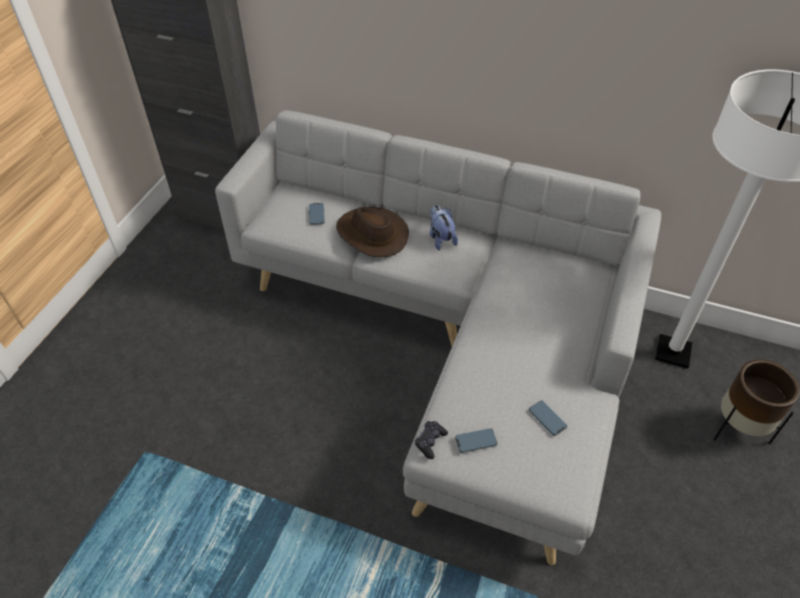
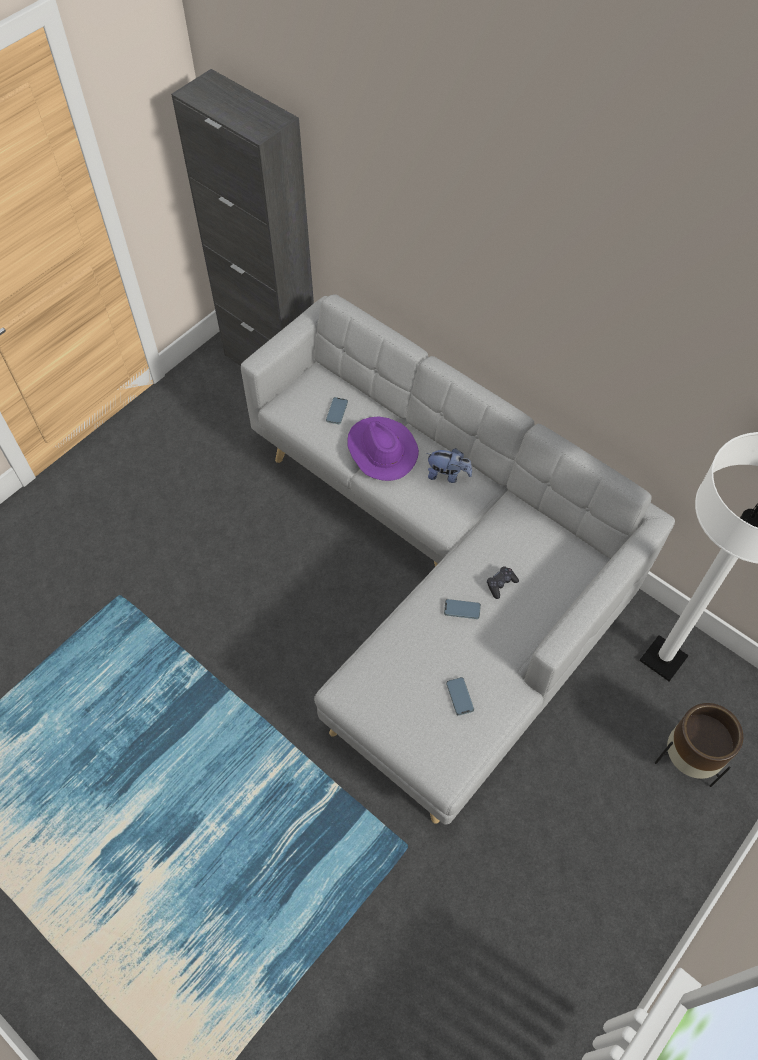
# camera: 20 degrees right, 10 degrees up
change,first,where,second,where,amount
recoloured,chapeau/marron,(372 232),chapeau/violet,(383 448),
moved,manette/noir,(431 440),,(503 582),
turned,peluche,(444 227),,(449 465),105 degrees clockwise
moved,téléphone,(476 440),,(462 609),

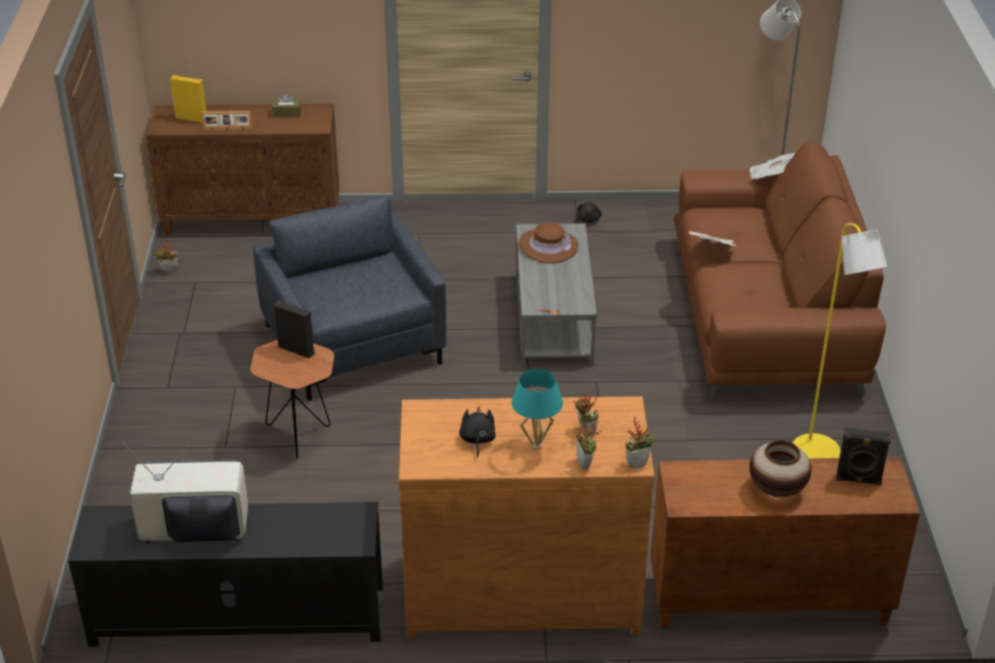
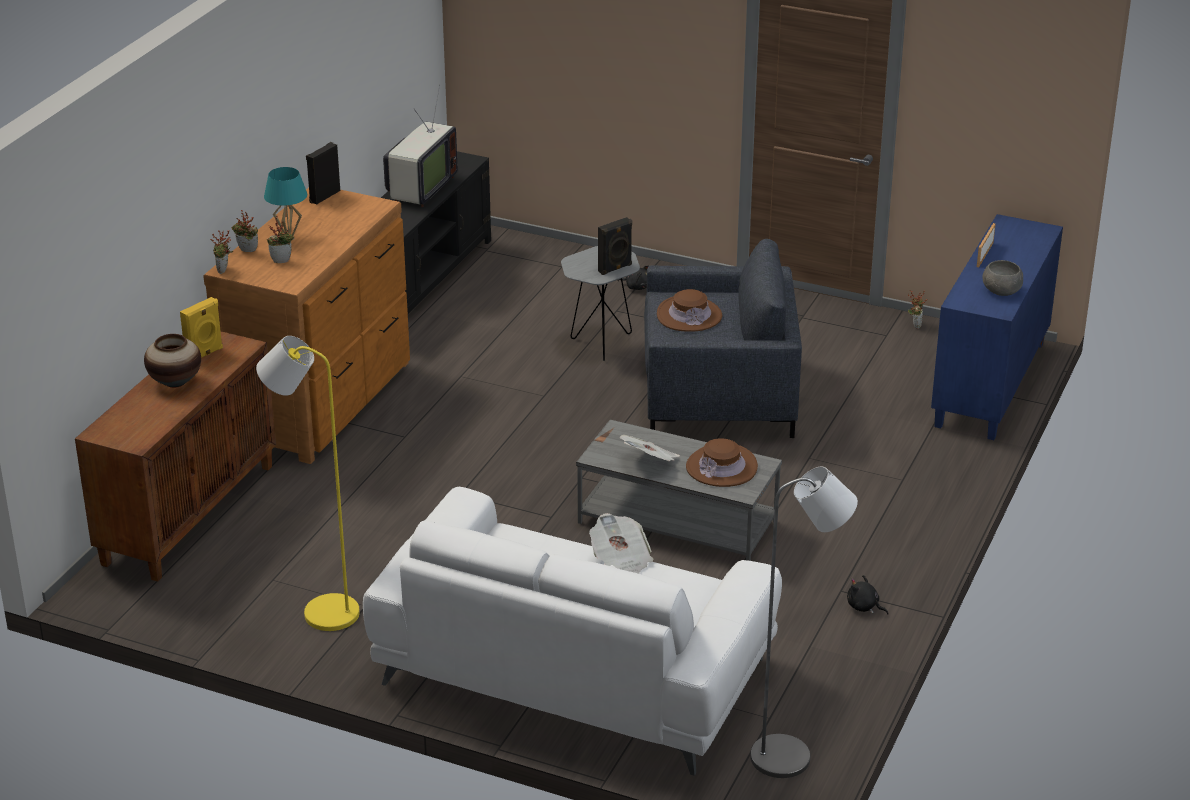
# camera: 115 degrees right, 5 degrees down
change,first,where,second,where,amount
recoloured,meuble de rangement/marron,(242 170),meuble de rangement/bleu,(997 327),
moved,enceinte/jaune,(188 99),,(201 327),
recoloured,table d'appoint/marron,(292 399),table d'appoint/gris,(600 303),
replaced,boîte à mouchoirs/marron,(286 105),bol/gris,(1002 278),
moved,peluche/noir,(477 431),,(633 277),
recoloured,canapé/marron,(780 270),canapé/blanc,(572 631),
moved,journal,(772 166),,(649 448),
moved,enceinte/noir,(863 456),,(323 173),
added,,,chapeau/marron,(689 310),

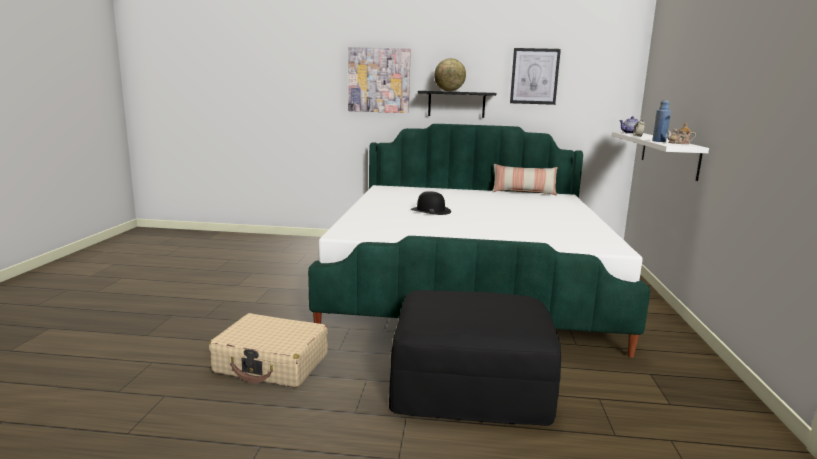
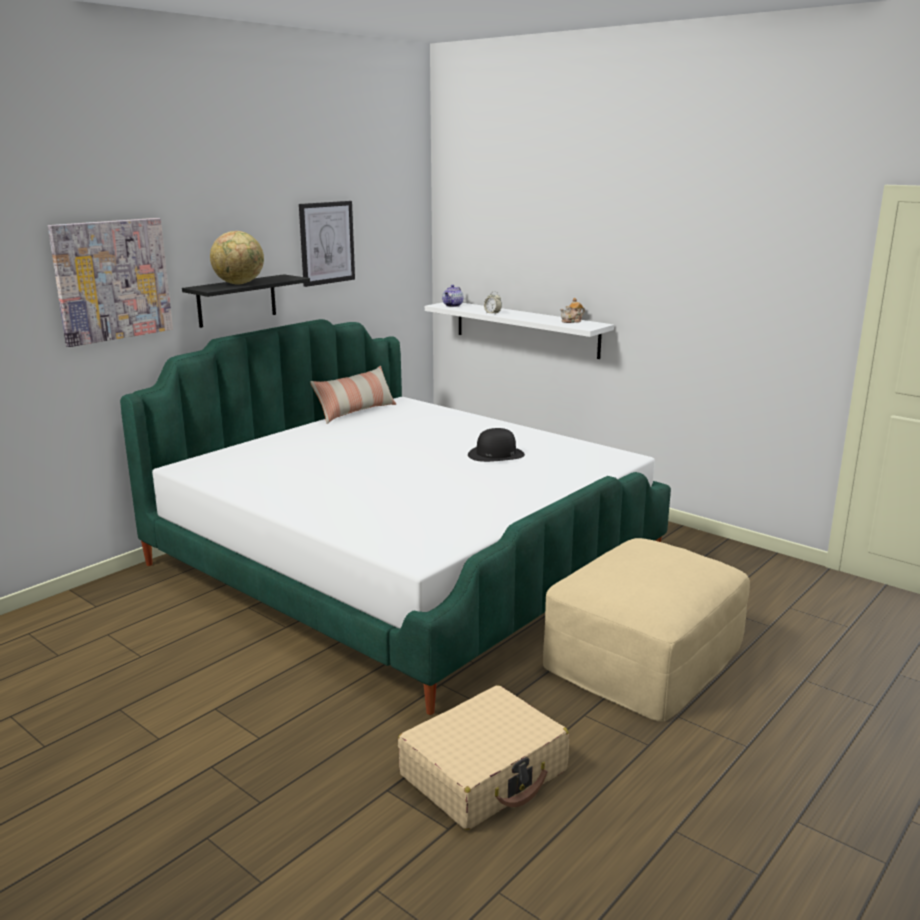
# camera: 55 degrees left, 5 degrees up
change,first,where,second,where,amount
recoloured,pouf/noir,(475 358),pouf/beige,(646 630),
moved,chapeau/noir,(431 203),,(496 445),
removed,bouteille/bleu,(661 121),,,

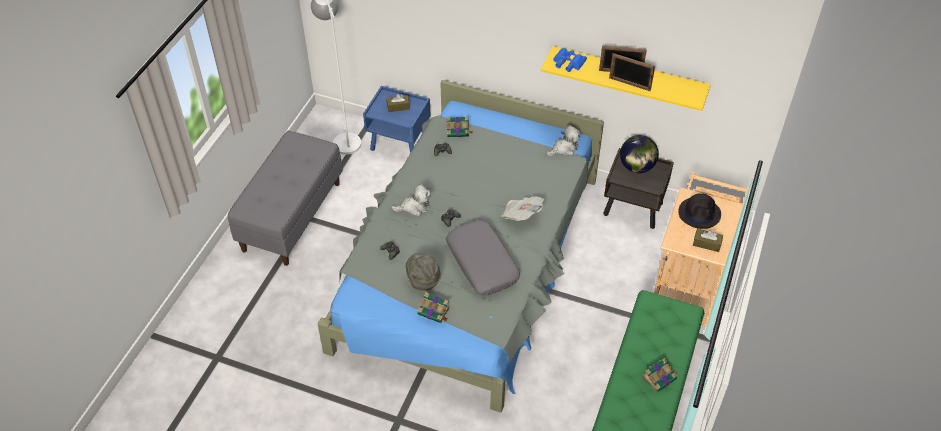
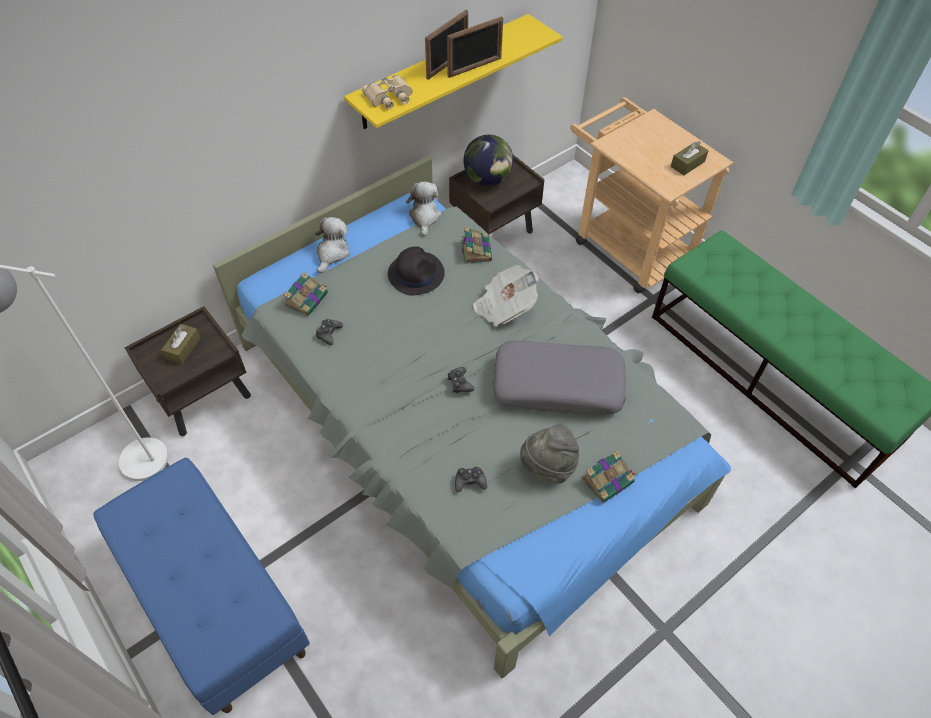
# camera: 60 degrees left, 5 degrees up
change,first,where,second,where,amount
recoloured,banc/gris,(285 198),banc/bleu,(201 586),
recoloured,table de chevet/bleu,(397 119),table de chevet/marron,(188 371),
moved,peluche,(411 200),,(332 245),
recoloured,jumelles/bleu,(570 60),jumelles/beige,(387 92),
moved,livre,(659 375),,(476 245),
moved,chapeau/noir,(699 211),,(416 270),

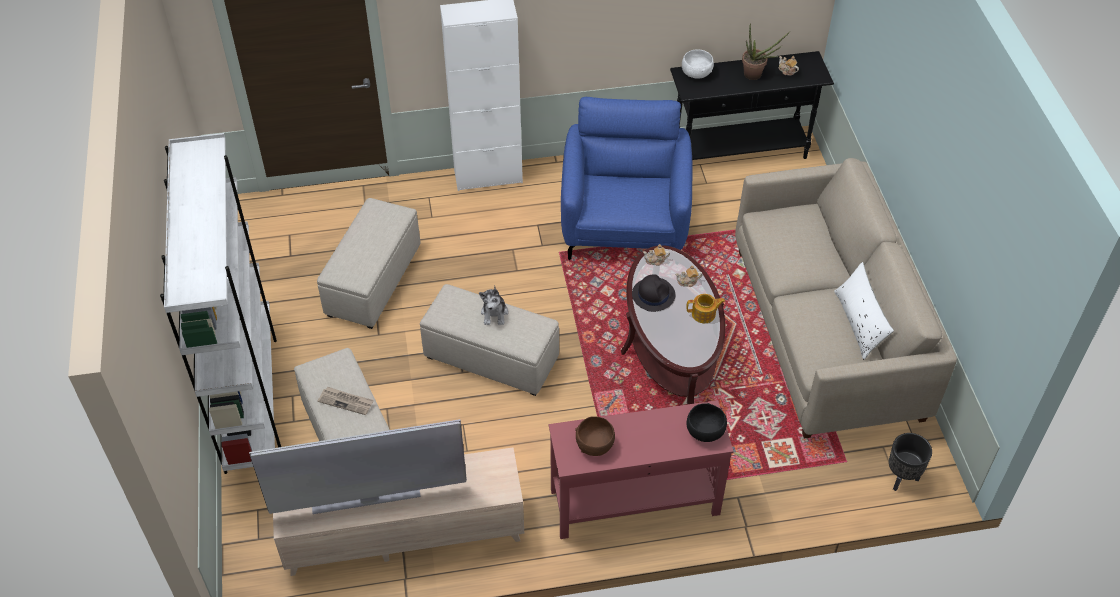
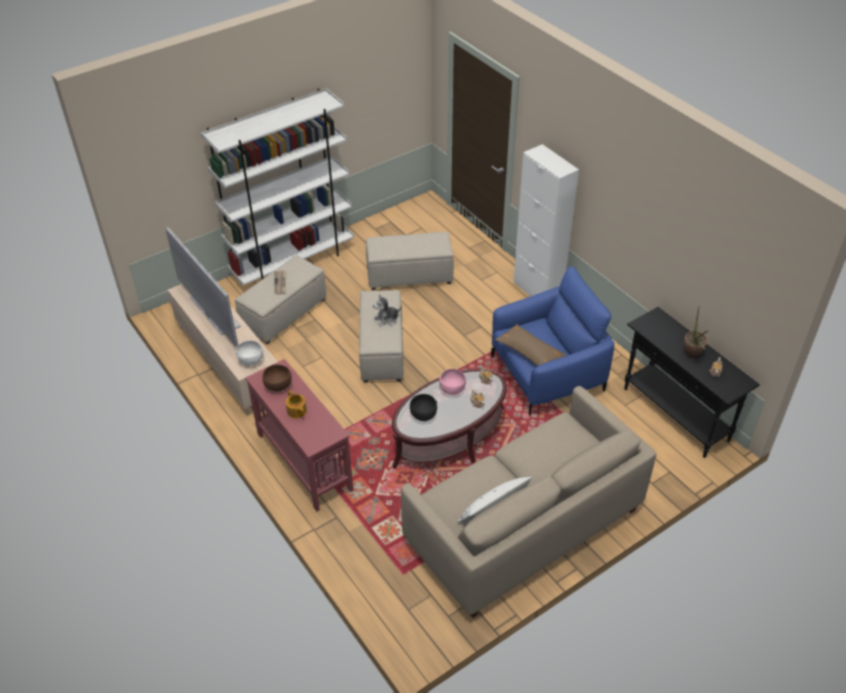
# camera: 65 degrees right, 5 degrees down
change,first,where,second,where,amount
replaced,chapeau/noir,(653 293),bol/rose,(452 382),
moved,bol/blanc,(698 64),,(249 353),
moved,théière,(705 308),,(296 404),
moved,bol/noir,(706 422),,(423 407),
removed,cache-pot/noir,(910 462),,,
added,,,coussin/marron,(531 345),

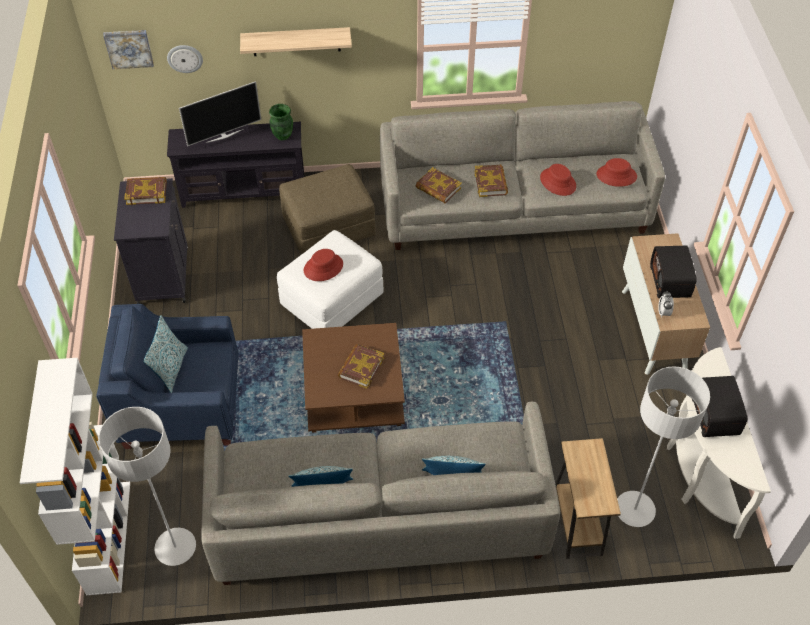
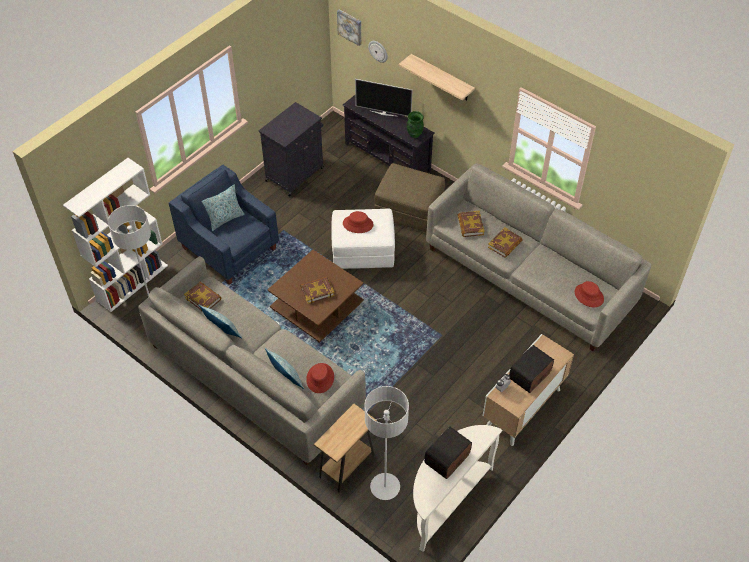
# camera: 45 degrees right, 0 degrees up
change,first,where,second,where,amount
moved,livre,(145 191),,(202 297),
moved,chapeau/rouge,(558 180),,(320 378),

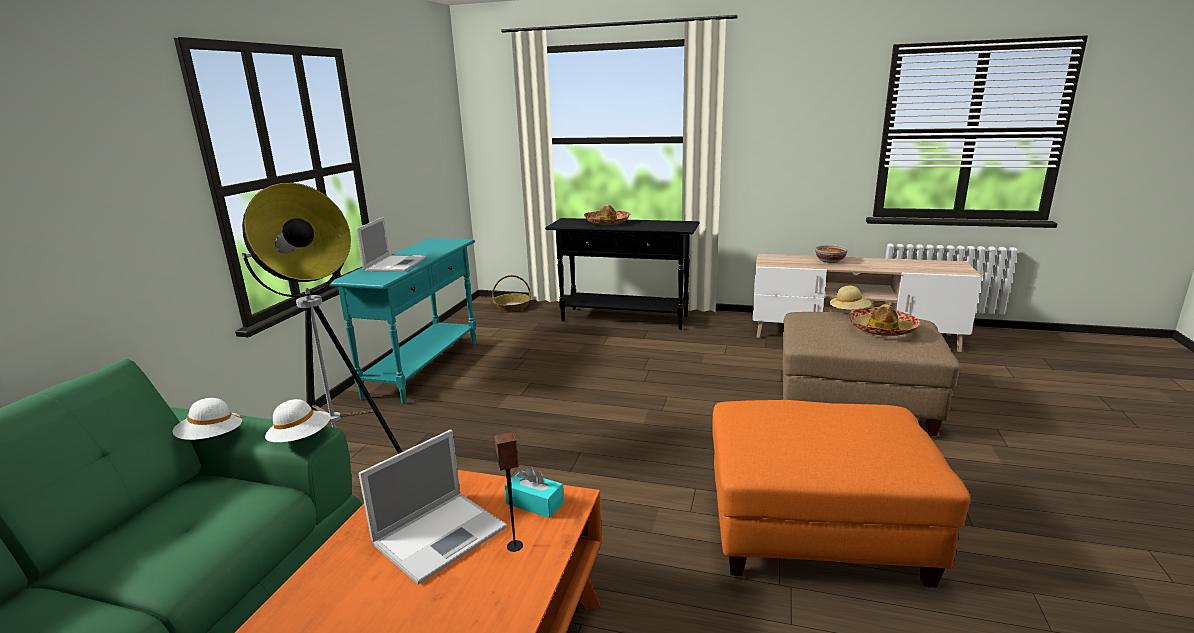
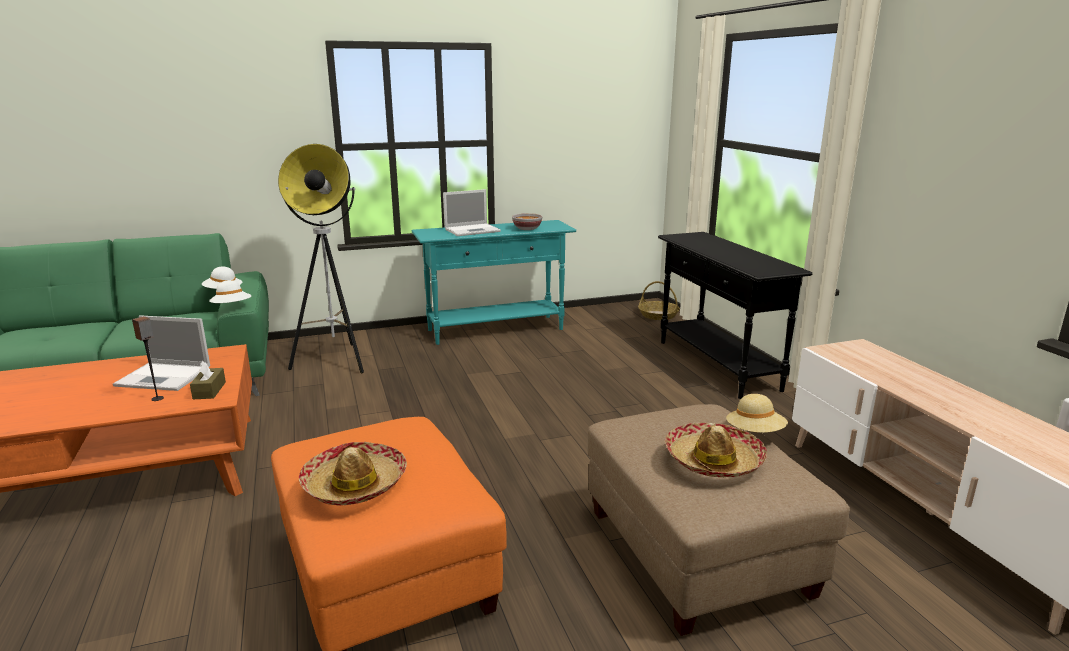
# camera: 55 degrees right, 0 degrees up
change,first,where,second,where,amount
recoloured,boîte à mouchoirs/turquoise,(534 492),boîte à mouchoirs/marron,(208 380),
moved,chapeau,(607 215),,(353 473),
moved,bol,(831 254),,(527 221),

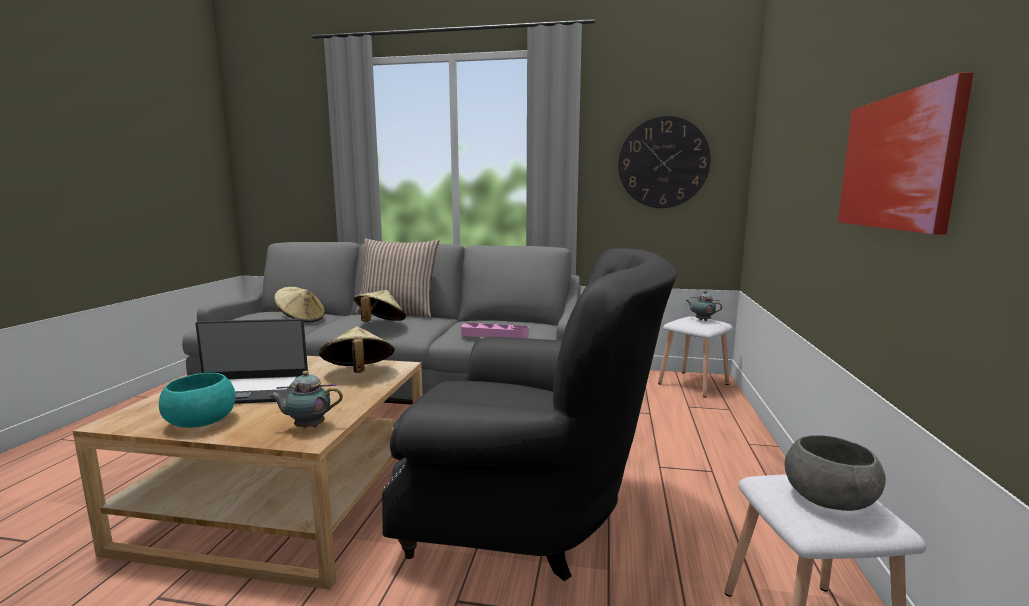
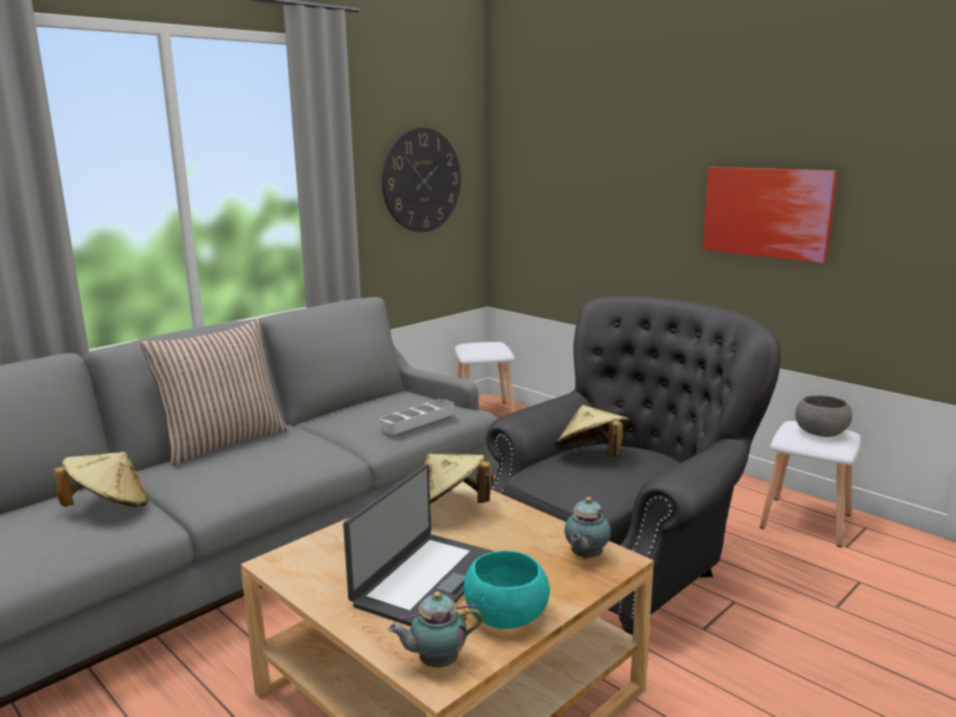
# camera: 55 degrees left, 5 degrees up
change,first,where,second,where,amount
moved,chapeau/beige,(380 306),,(592 431),
recoloured,plateau/rose,(495 330),plateau/gris,(417 416),
moved,théière,(704 306),,(435 629),

